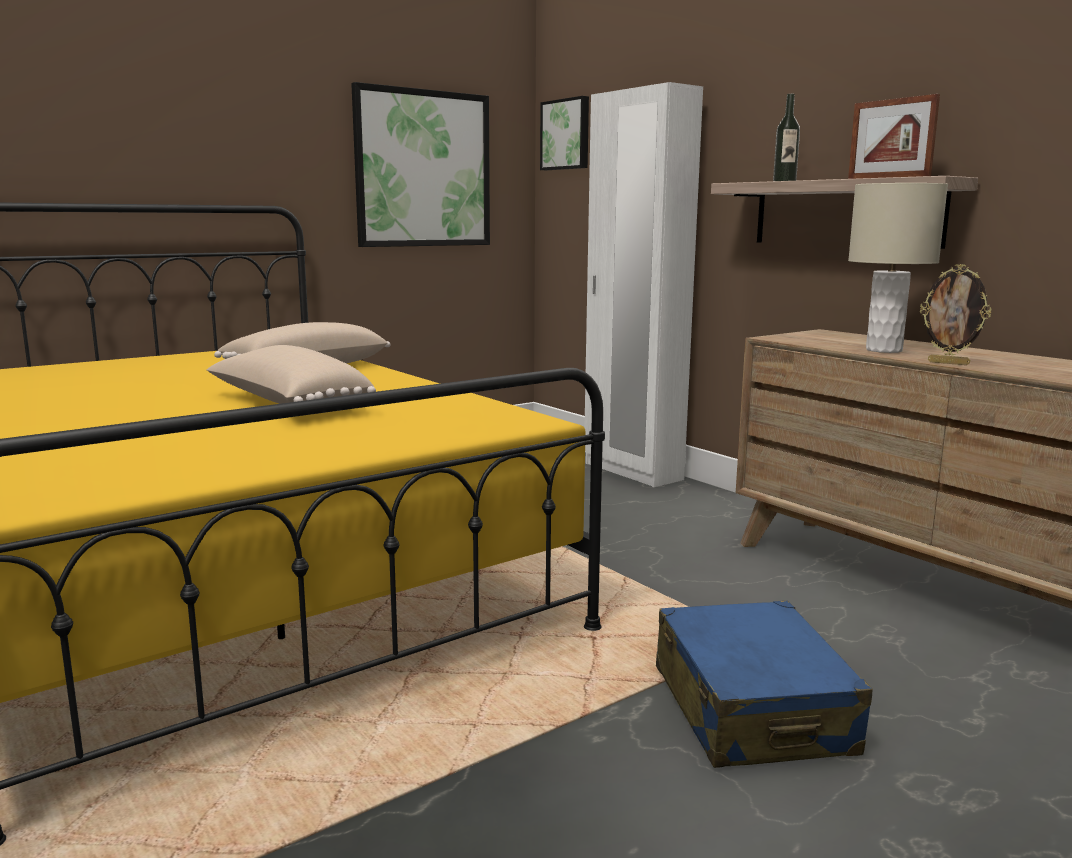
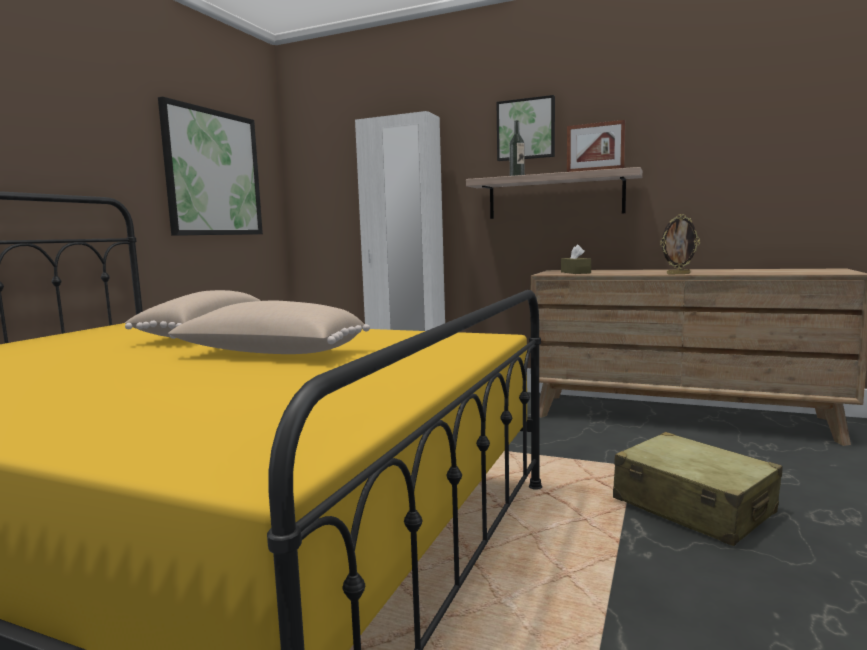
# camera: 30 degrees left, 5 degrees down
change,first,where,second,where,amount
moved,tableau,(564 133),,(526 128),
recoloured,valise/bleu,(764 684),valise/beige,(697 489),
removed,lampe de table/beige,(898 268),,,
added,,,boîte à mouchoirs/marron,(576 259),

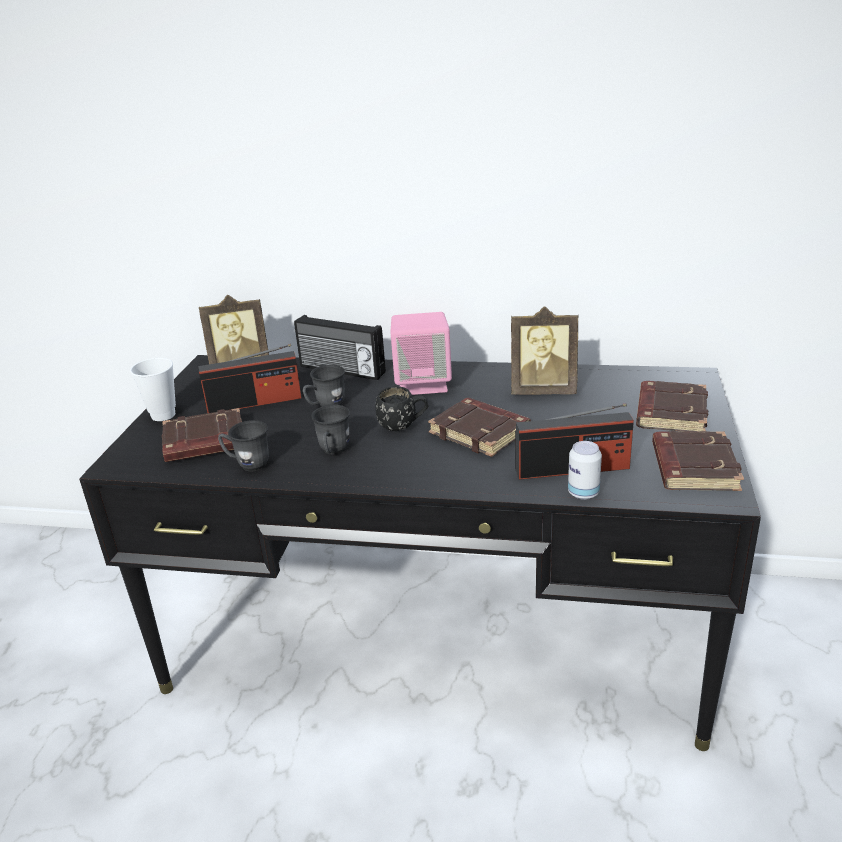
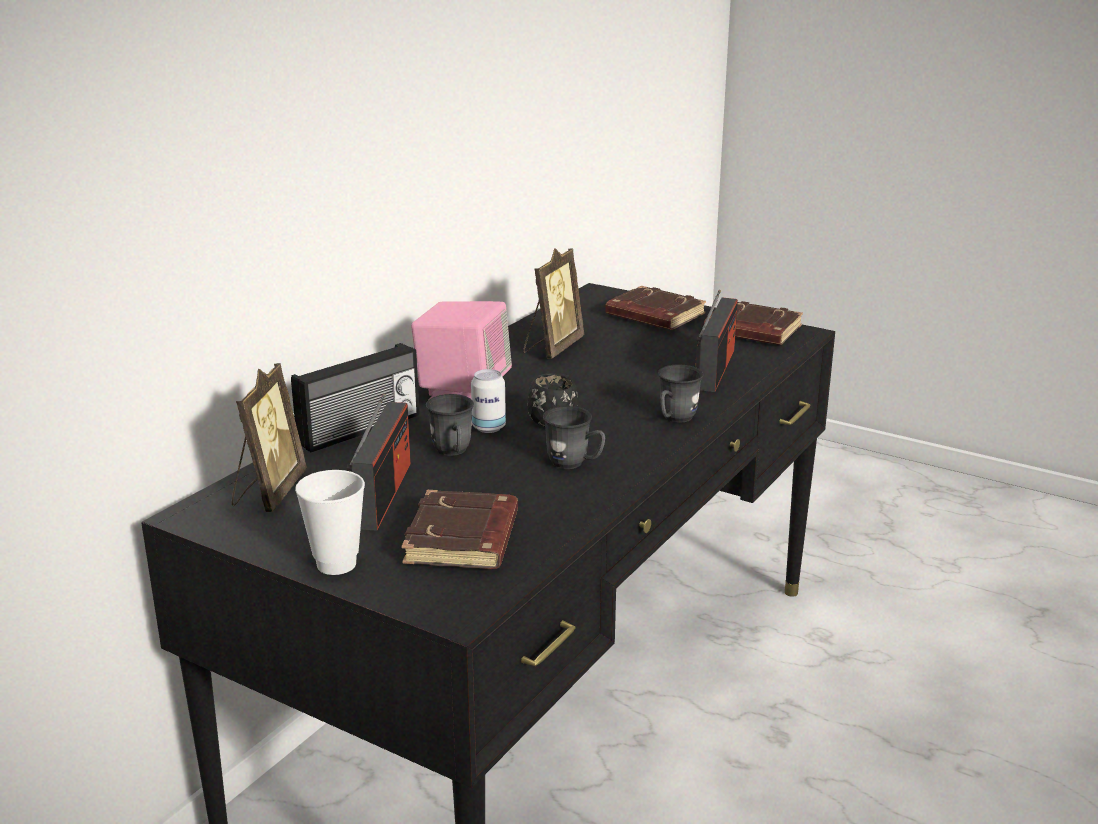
# camera: 70 degrees left, 5 degrees down
change,first,where,second,where,amount
moved,mug/gris,(243 445),,(680 393),
removed,livre/marron,(479 427),,,
moved,boîte métallique,(585 470),,(488 401),

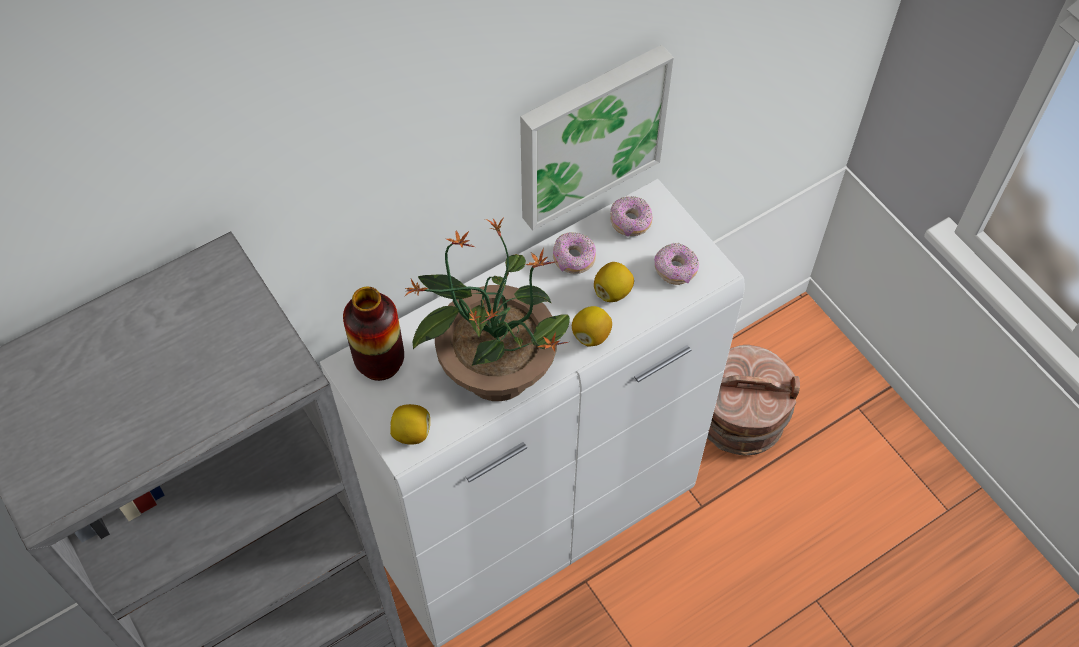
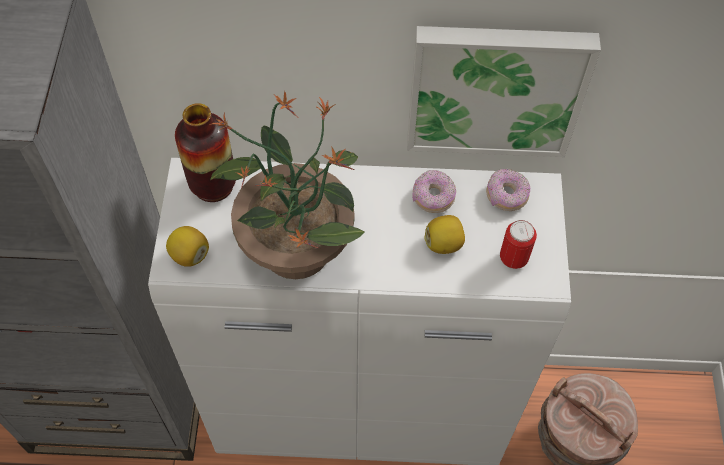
# camera: 35 degrees right, 0 degrees up
change,first,where,second,where,amount
removed,citron,(592 326),,,
replaced,beignet,(676 264),boîte métallique,(518 244),

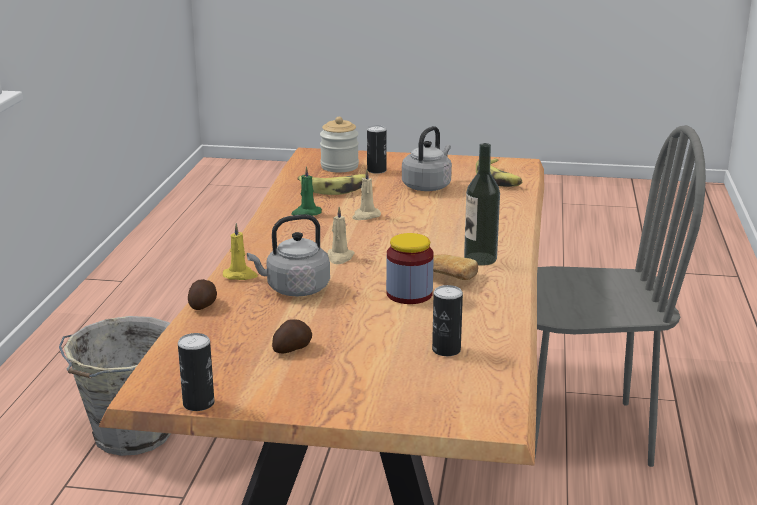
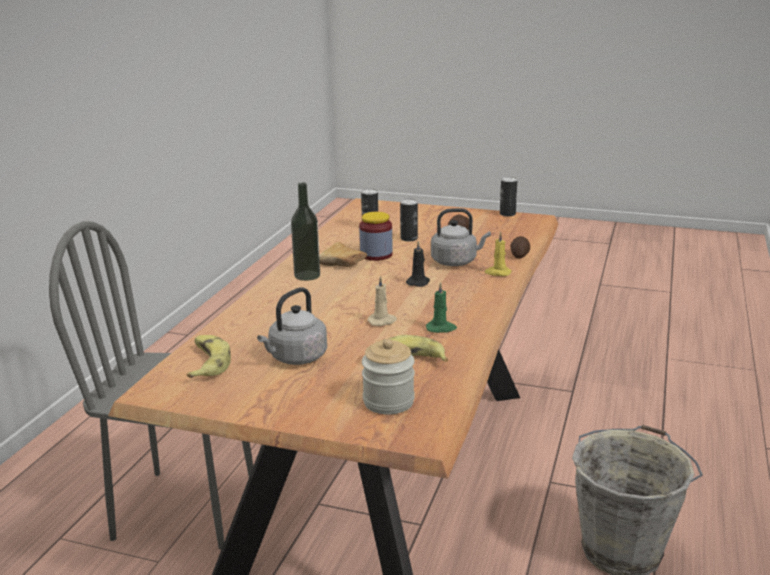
# camera: 170 degrees left, 0 degrees up
change,first,where,second,where,amount
recoloured,bougie/beige,(341 235),bougie/noir,(418 264),
moved,boîte métallique,(377 149),,(409 220),

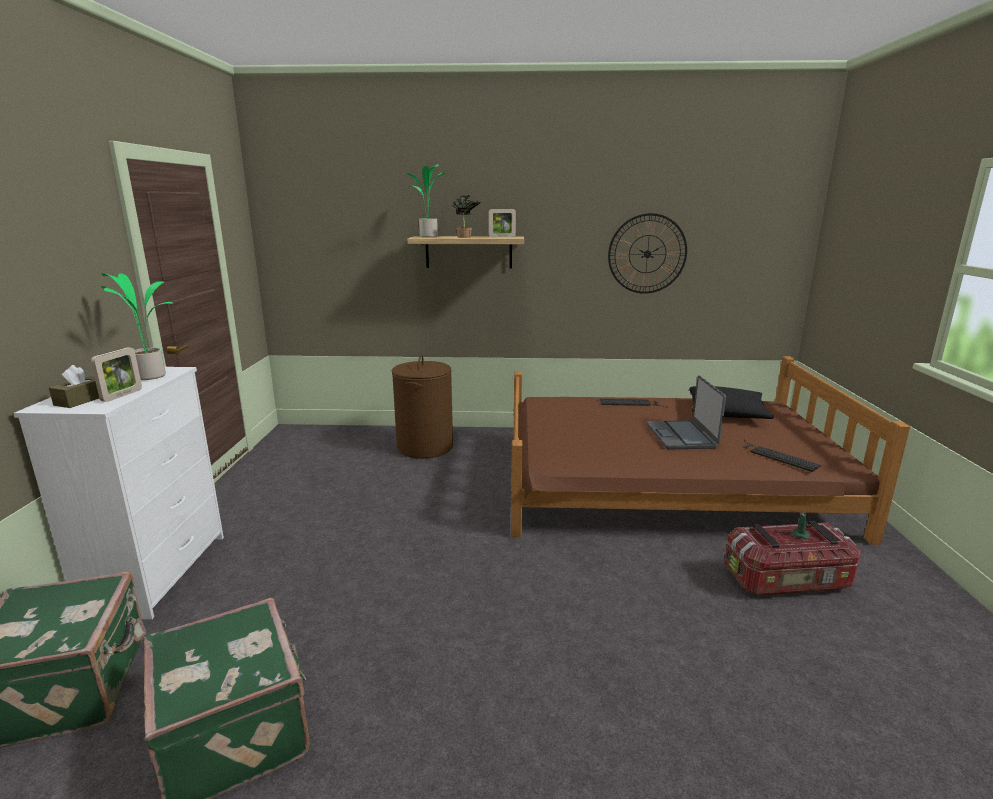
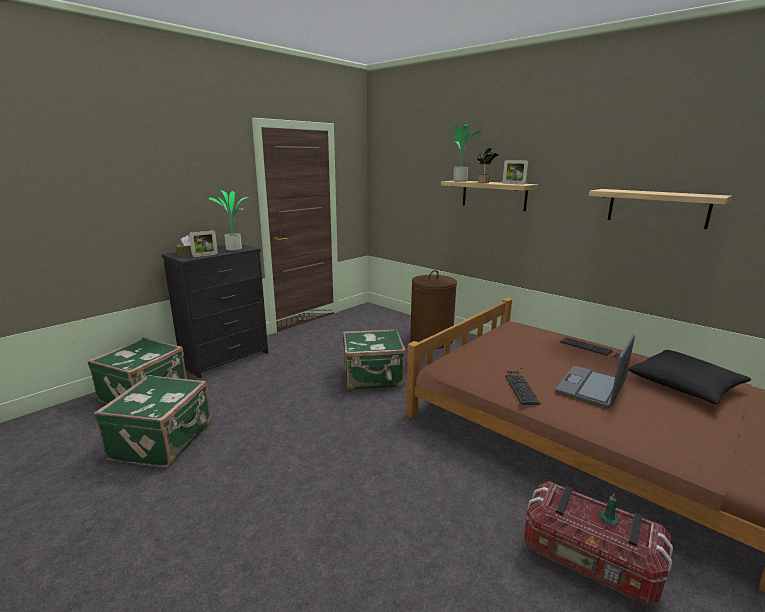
# camera: 40 degrees right, 0 degrees up
change,first,where,second,where,amount
recoloured,commode/blanc,(119 493),commode/noir,(214 311),
replaced,horloge murale,(647 253),étagère,(660 209),
moved,clavier,(782 455),,(523 386),
added,,,valise/vert,(374 359),

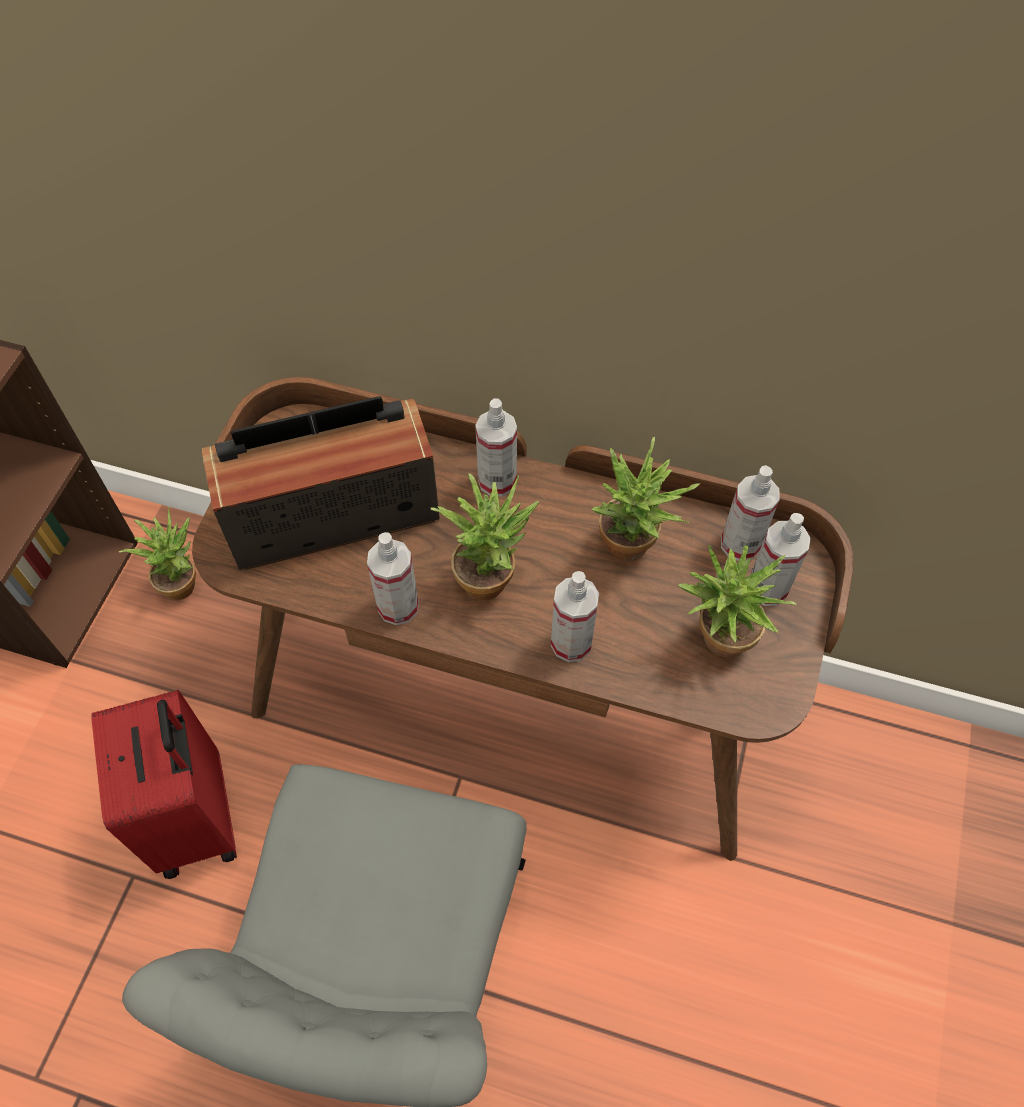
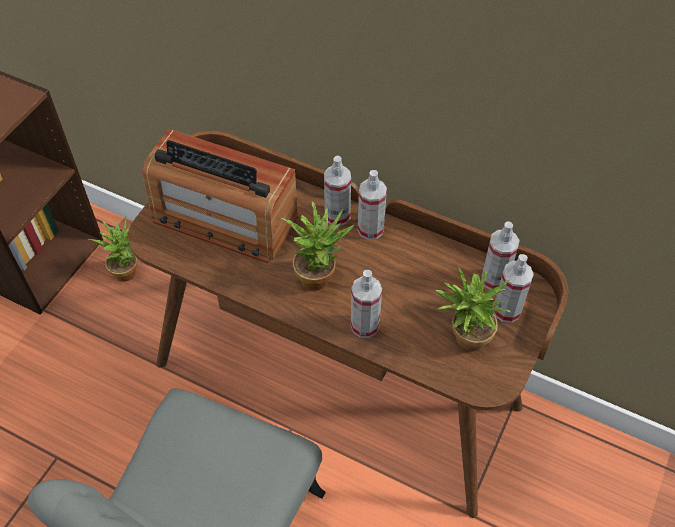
# camera: 10 degrees right, 5 degrees down
change,first,where,second,where,amount
removed,valise/rouge,(164 784),,,
turned,radio,(321 483),,(220 196),150 degrees counterclockwise
moved,vaporisateur,(393 578),,(372 205),
removed,plante en pot,(645 499),,,

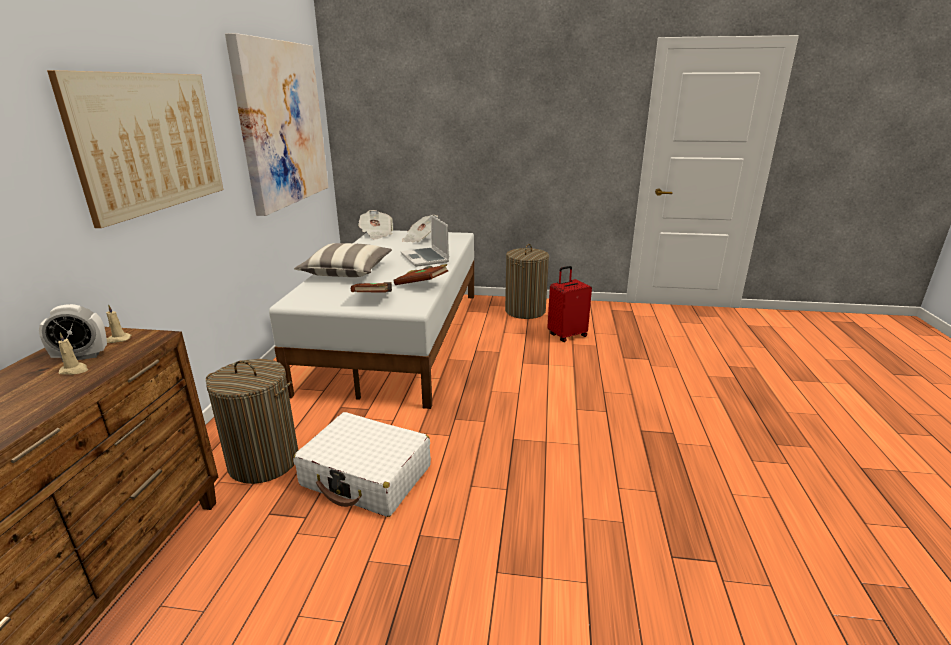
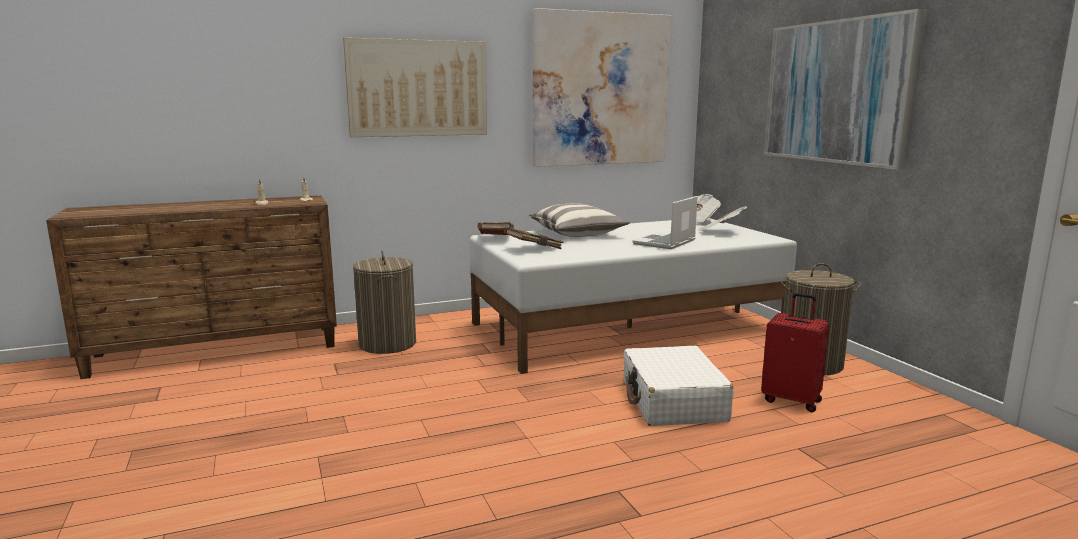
# camera: 60 degrees right, 10 degrees down
change,first,where,second,where,amount
removed,réveil,(73 333),,,
moved,valise/blanc,(362 464),,(678 386),
moved,livre/marron,(420 274),,(496 228),
added,,,tableau,(845 89),

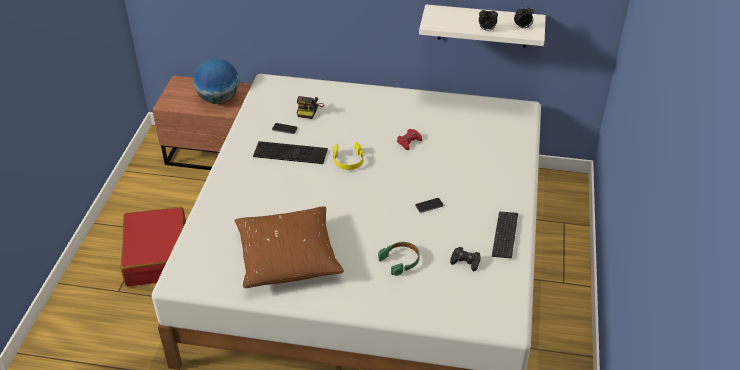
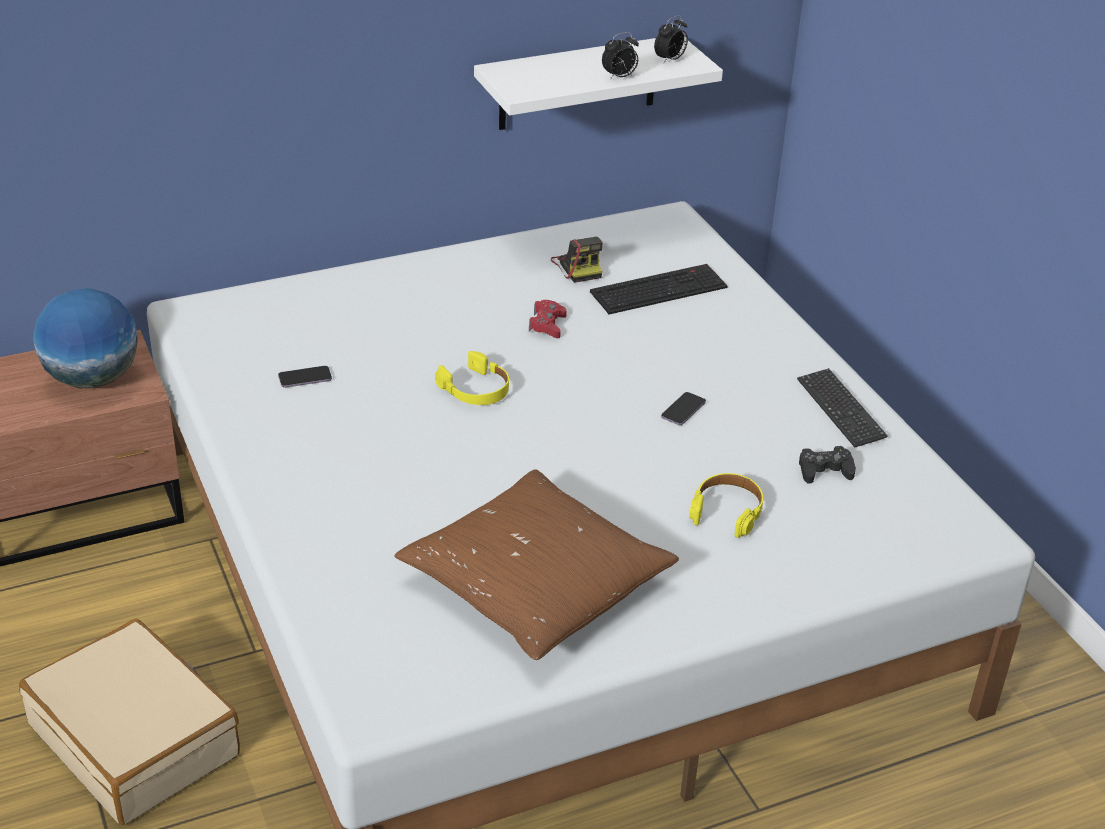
# camera: 35 degrees left, 5 degrees down
change,first,where,second,where,amount
recoloured,valise/rouge,(153 246),valise/beige,(129 722),
moved,clavier,(290 152),,(659 289),
moved,appareil photo,(310 107),,(577 260),
recoloured,casque audio/vert,(399 259),casque audio/jaune,(726 505),

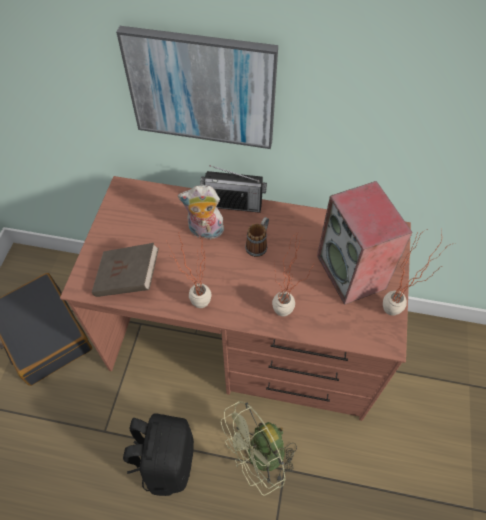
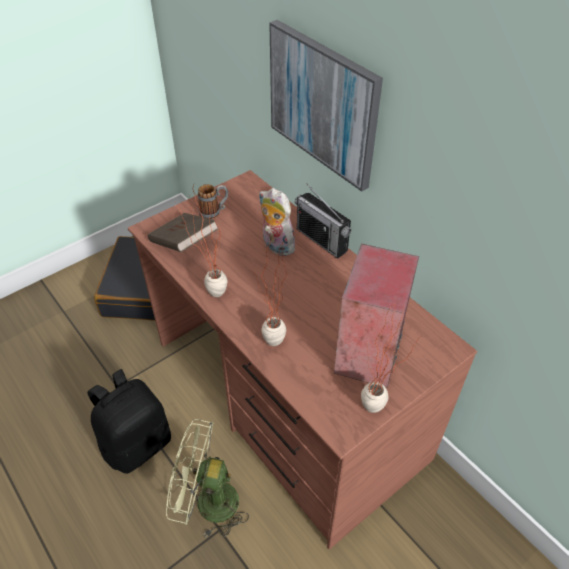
# camera: 40 degrees right, 10 degrees down
change,first,where,second,where,amount
moved,mug,(257 237),,(213 201),

